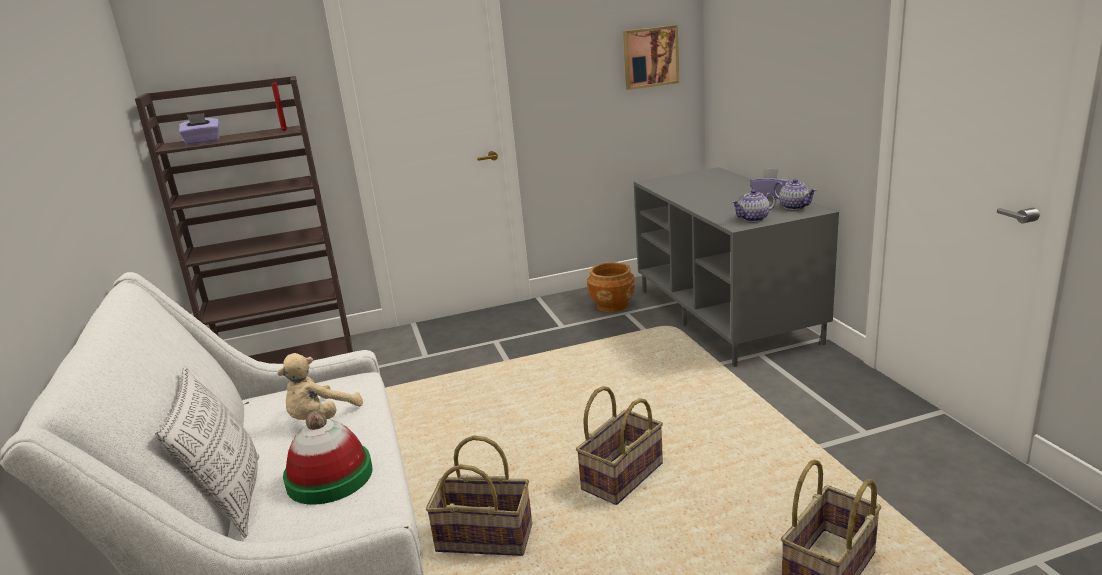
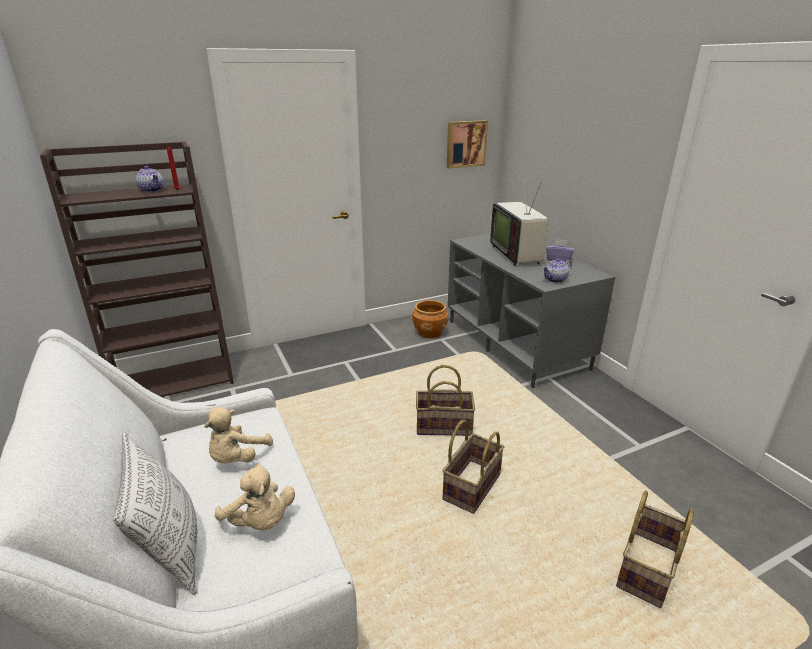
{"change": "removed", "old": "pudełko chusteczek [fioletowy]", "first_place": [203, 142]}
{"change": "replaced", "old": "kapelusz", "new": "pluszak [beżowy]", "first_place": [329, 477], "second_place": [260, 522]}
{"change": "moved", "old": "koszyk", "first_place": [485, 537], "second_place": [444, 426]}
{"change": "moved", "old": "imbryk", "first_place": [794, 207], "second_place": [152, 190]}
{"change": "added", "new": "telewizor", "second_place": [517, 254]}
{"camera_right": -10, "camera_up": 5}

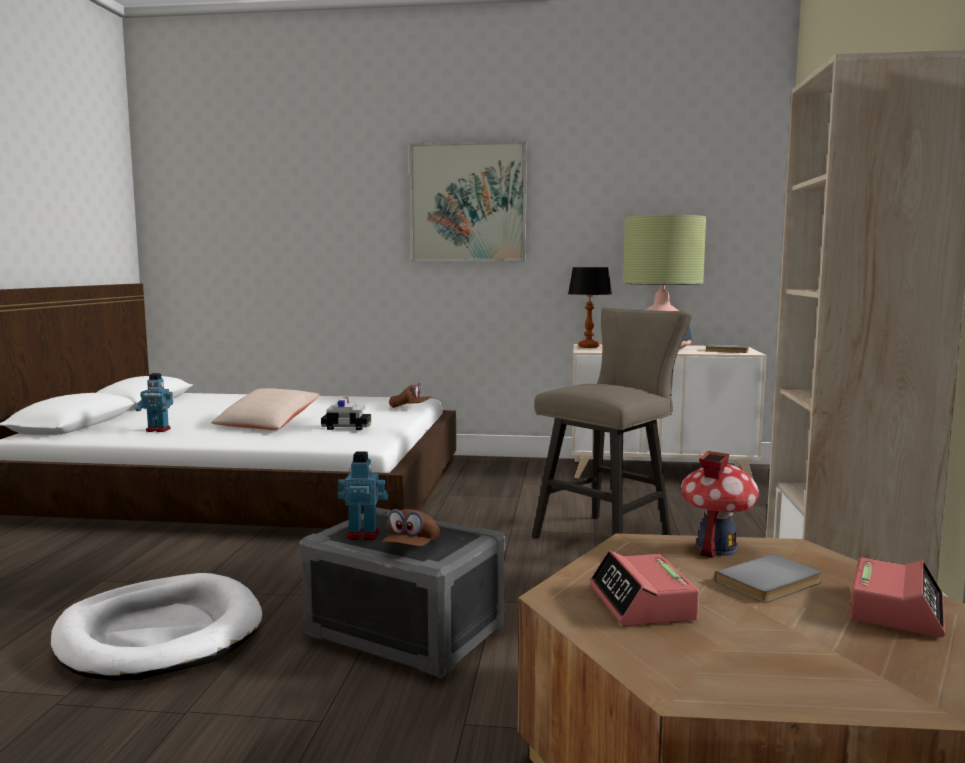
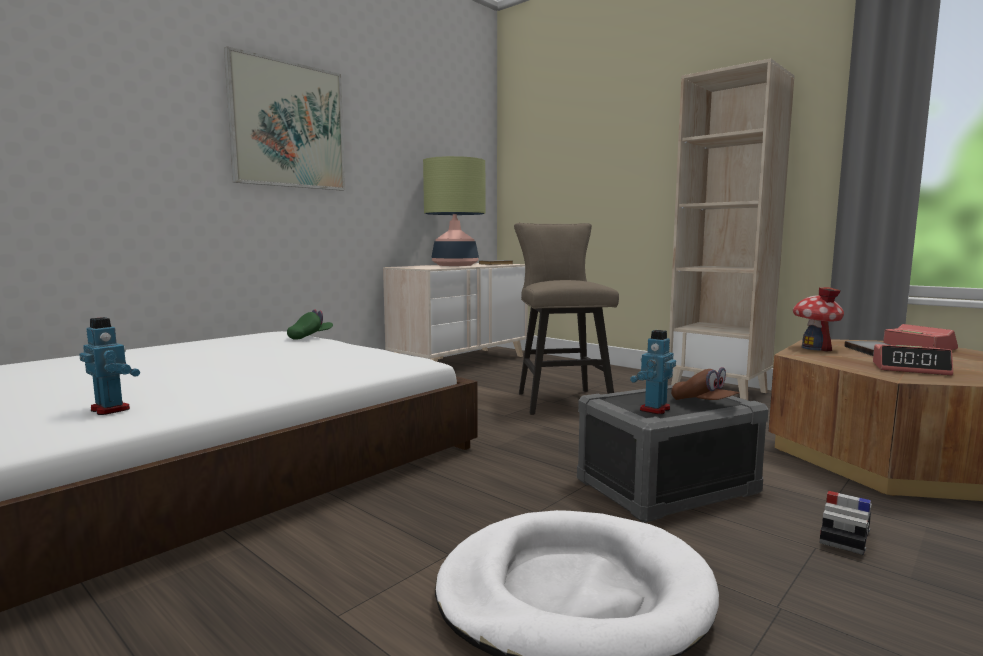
{"change": "turned", "old": "robot zabawkowy", "first_place": [157, 430], "second_place": [111, 409], "degrees": -90}
{"change": "removed", "old": "poduszka [beżowy]", "first_place": [267, 424]}
{"change": "moved", "old": "samochodzik", "first_place": [347, 427], "second_place": [845, 537]}
{"change": "recoloured", "old": "czapka z daszkiem [brązowy]", "new": "czapka z daszkiem [zielony]", "first_place": [410, 407], "second_place": [310, 337]}
{"change": "removed", "old": "lampa stołowa", "first_place": [588, 347]}
{"camera_right": -55, "camera_up": 0}

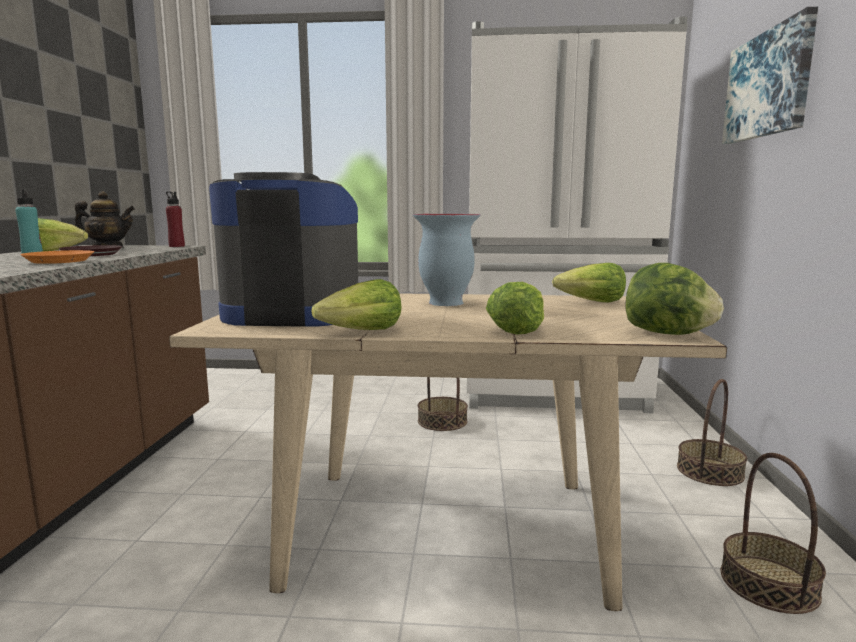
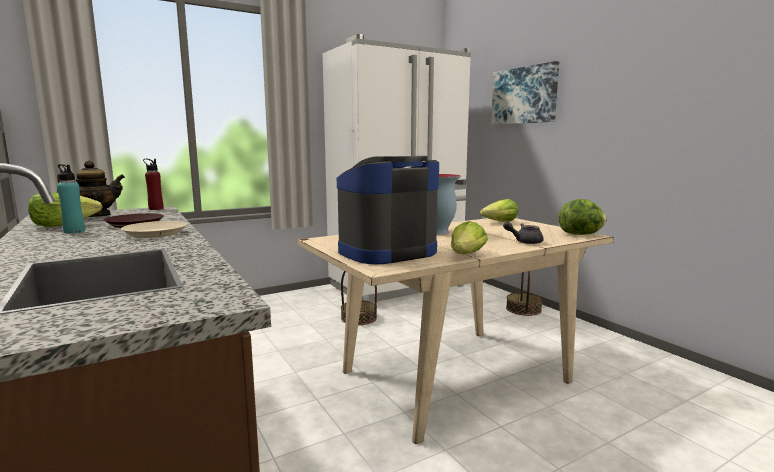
{"change": "recoloured", "old": "talerz [pomarańczowy]", "new": "talerz [beżowy]", "first_place": [58, 261], "second_place": [155, 234]}
{"change": "replaced", "old": "sałata", "new": "imbryk [szary]", "first_place": [517, 329], "second_place": [524, 242]}
{"change": "removed", "old": "koszyk", "first_place": [769, 584]}
{"camera_right": -35, "camera_up": 0}

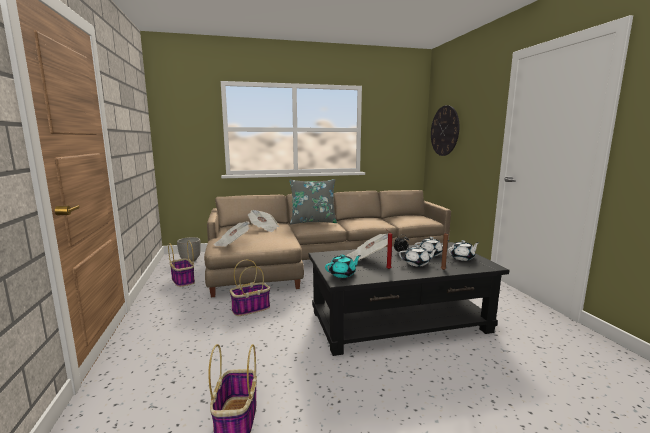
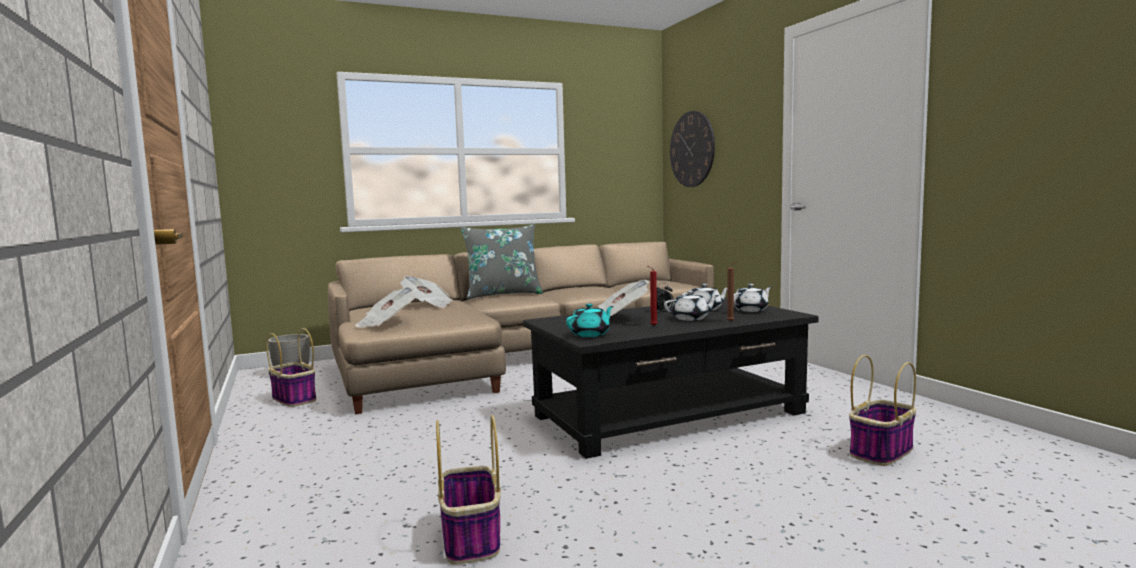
{"change": "moved", "old": "koszyk", "first_place": [251, 308], "second_place": [881, 451]}
{"camera_right": -10, "camera_up": -5}

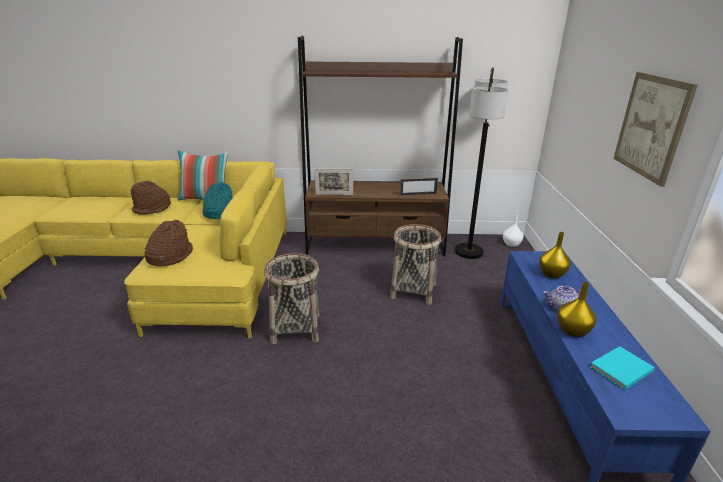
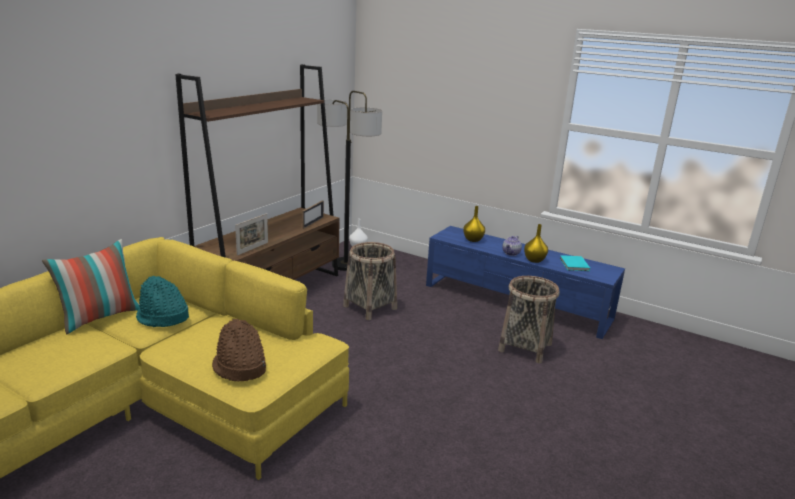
{"change": "removed", "old": "kapelusz [brązowy]", "first_place": [152, 209]}
{"change": "moved", "old": "koszyk", "first_place": [295, 328], "second_place": [525, 347]}
{"change": "removed", "old": "obraz", "first_place": [651, 126]}
{"camera_right": -60, "camera_up": -5}

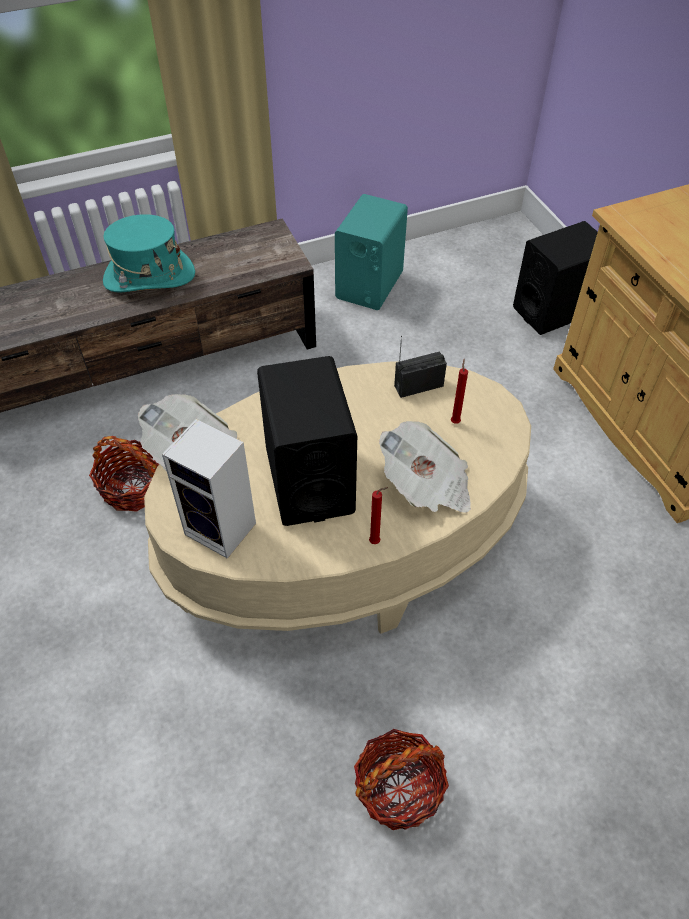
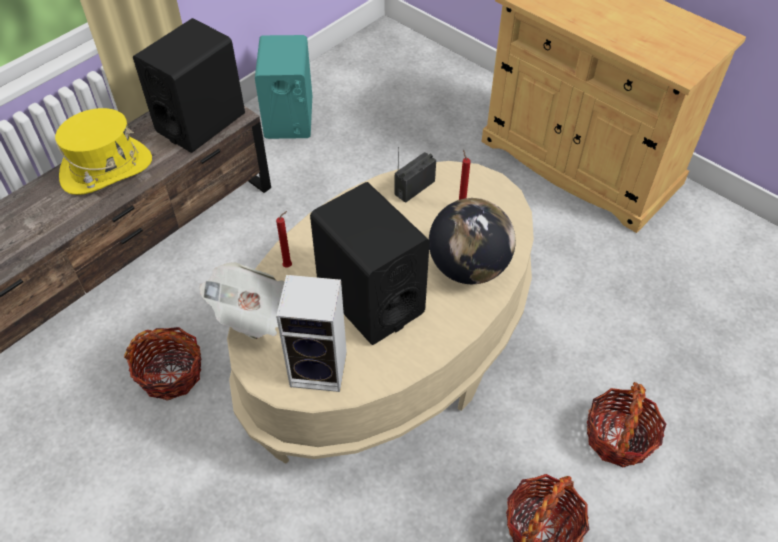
{"change": "recoloured", "old": "kapelusz [turkusowy]", "new": "kapelusz [żółty]", "first_place": [149, 277], "second_place": [106, 170]}
{"change": "moved", "old": "świeca [czerwony]", "first_place": [376, 542], "second_place": [289, 265]}
{"change": "replaced", "old": "gazeta", "new": "globus", "first_place": [426, 485], "second_place": [468, 267]}
{"change": "moved", "old": "głośnik [czarny]", "first_place": [553, 311], "second_place": [201, 122]}
{"change": "added", "new": "koszyk", "second_place": [618, 437]}
{"camera_right": -25, "camera_up": 0}

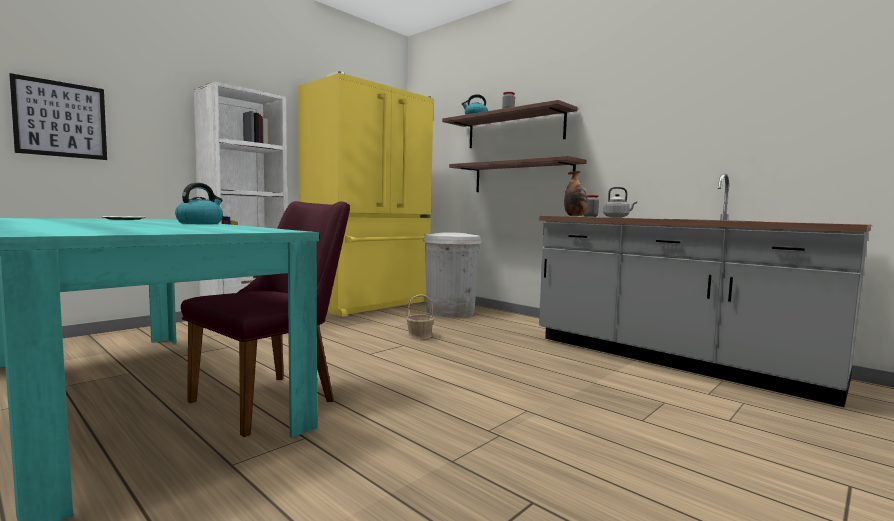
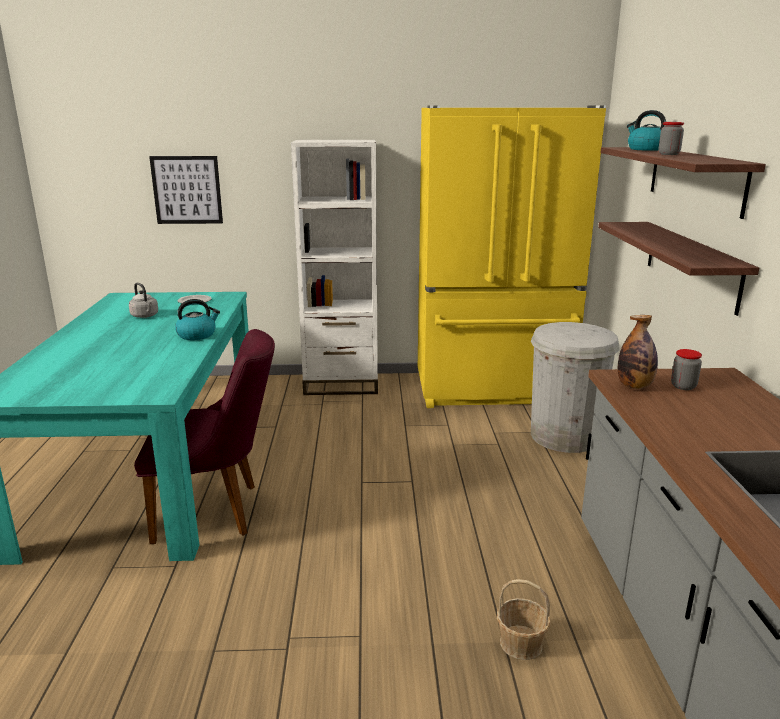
{"change": "moved", "old": "koszyk", "first_place": [420, 336], "second_place": [521, 644]}
{"change": "moved", "old": "czajnik [szary]", "first_place": [617, 217], "second_place": [145, 316]}
{"camera_right": 45, "camera_up": 15}

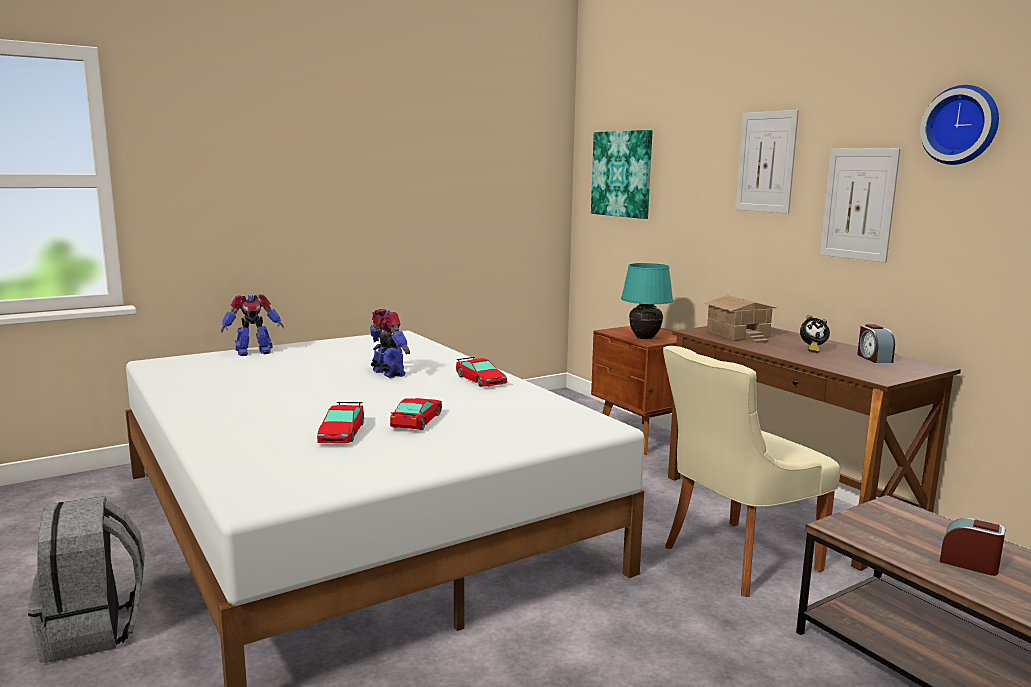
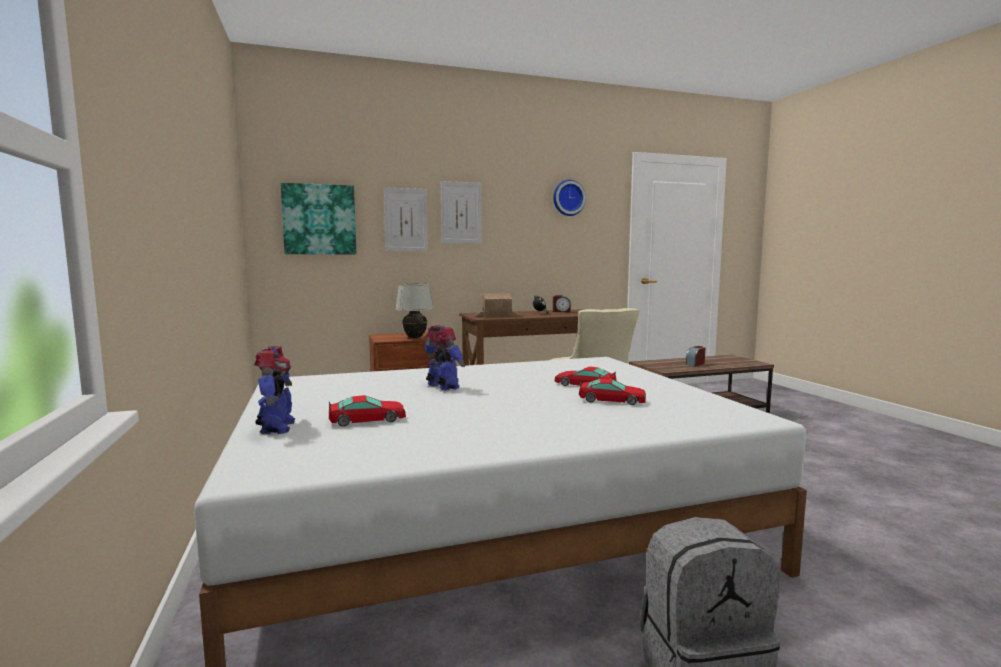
{"change": "turned", "old": "robot zabawkowy", "first_place": [388, 374], "second_place": [442, 387], "degrees": 75}
{"change": "moved", "old": "samochodzik", "first_place": [480, 380], "second_place": [367, 420]}
{"change": "recoloured", "old": "lampa stołowa [turkusowy]", "new": "lampa stołowa [biały]", "first_place": [645, 338], "second_place": [415, 337]}
{"change": "moved", "old": "obraz", "first_place": [858, 204], "second_place": [406, 220]}
{"camera_right": -75, "camera_up": -5}

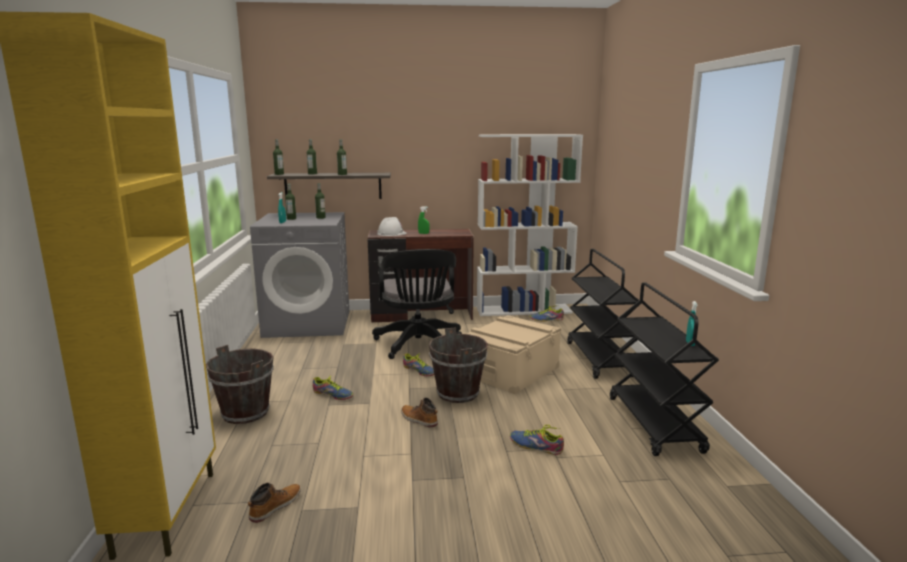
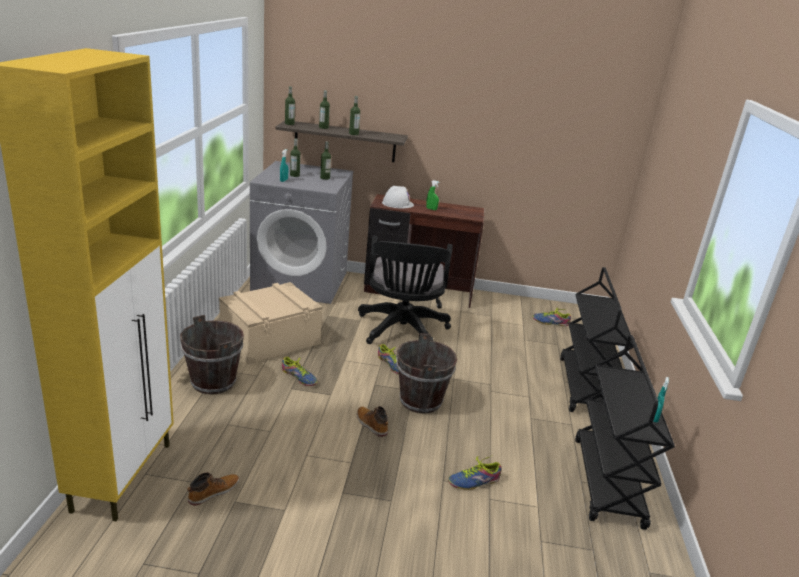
{"change": "moved", "old": "pojemnik do przechowywania [beżowy]", "first_place": [510, 371], "second_place": [270, 339]}
{"change": "removed", "old": "regał [biały]", "first_place": [524, 310]}
{"change": "turned", "old": "but", "first_place": [536, 446], "second_place": [474, 481], "degrees": -60}
{"camera_right": 10, "camera_up": 10}

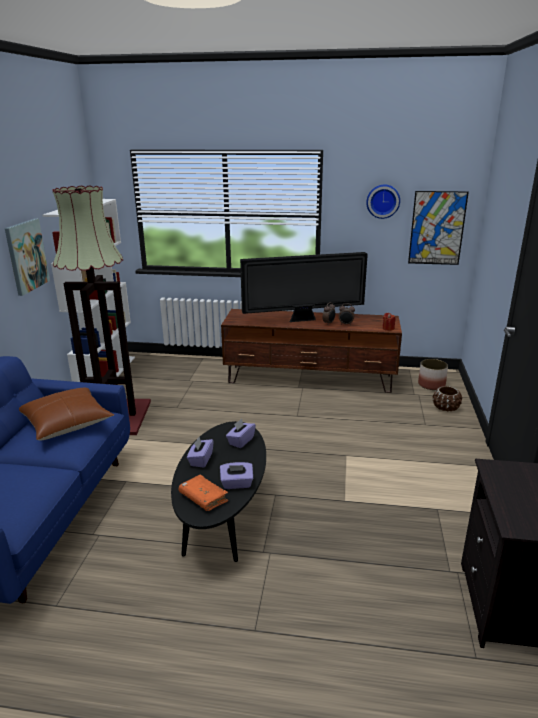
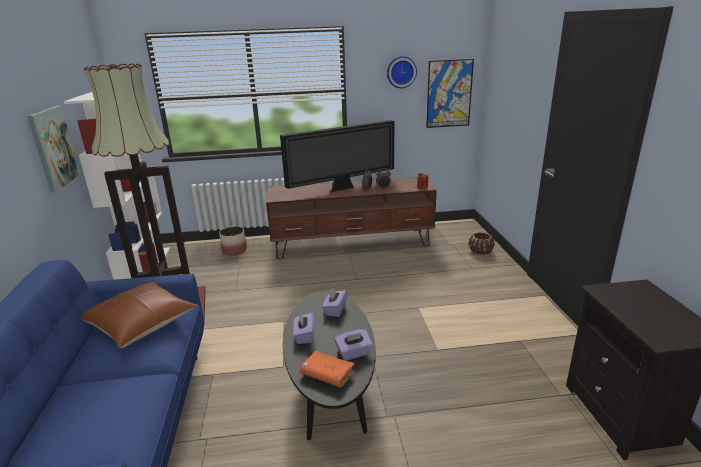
{"change": "moved", "old": "donica", "first_place": [431, 385], "second_place": [234, 250]}
{"camera_right": -15, "camera_up": 0}

